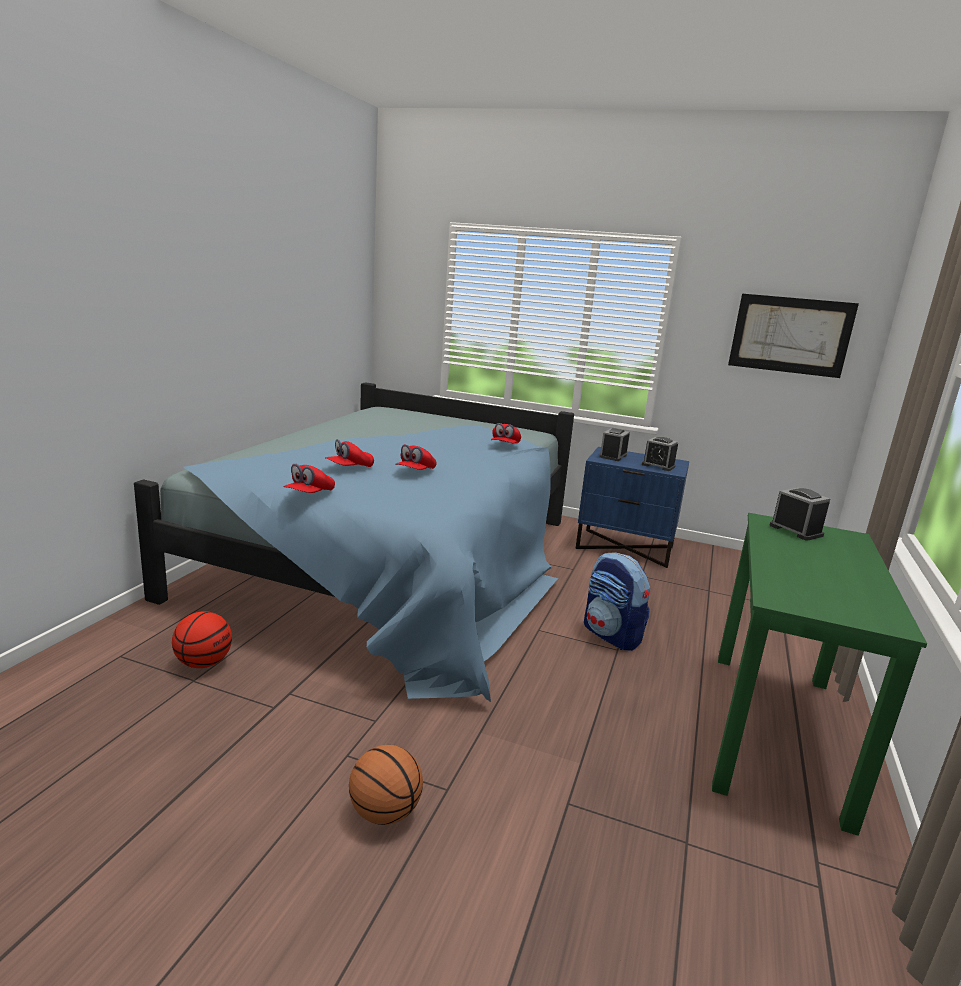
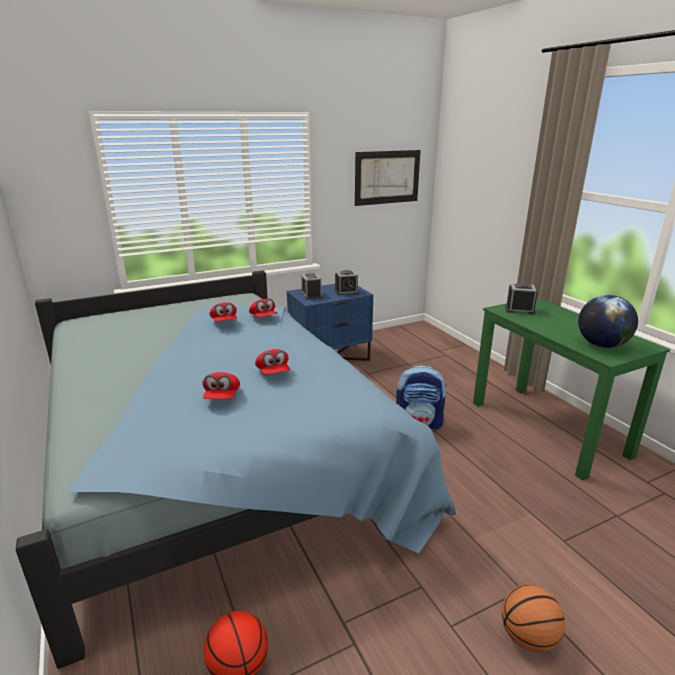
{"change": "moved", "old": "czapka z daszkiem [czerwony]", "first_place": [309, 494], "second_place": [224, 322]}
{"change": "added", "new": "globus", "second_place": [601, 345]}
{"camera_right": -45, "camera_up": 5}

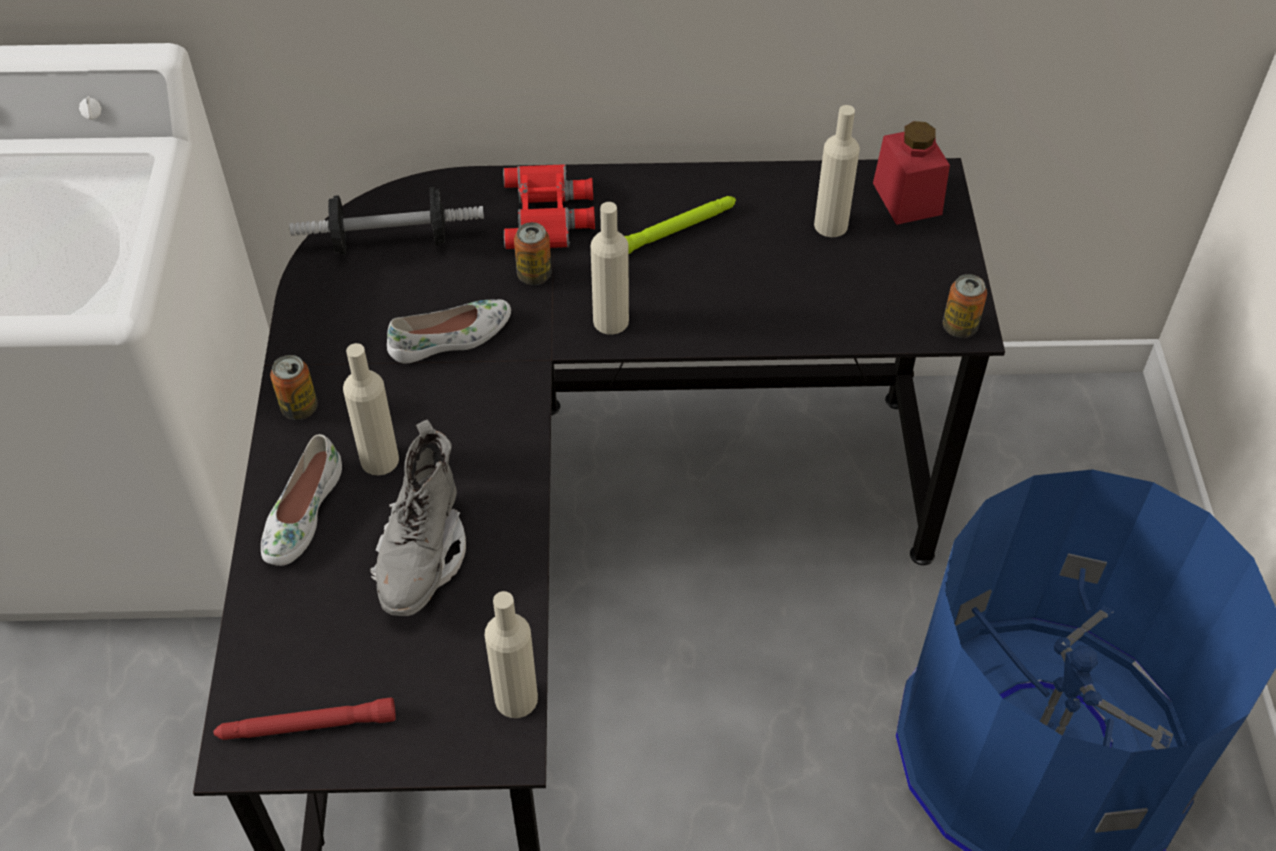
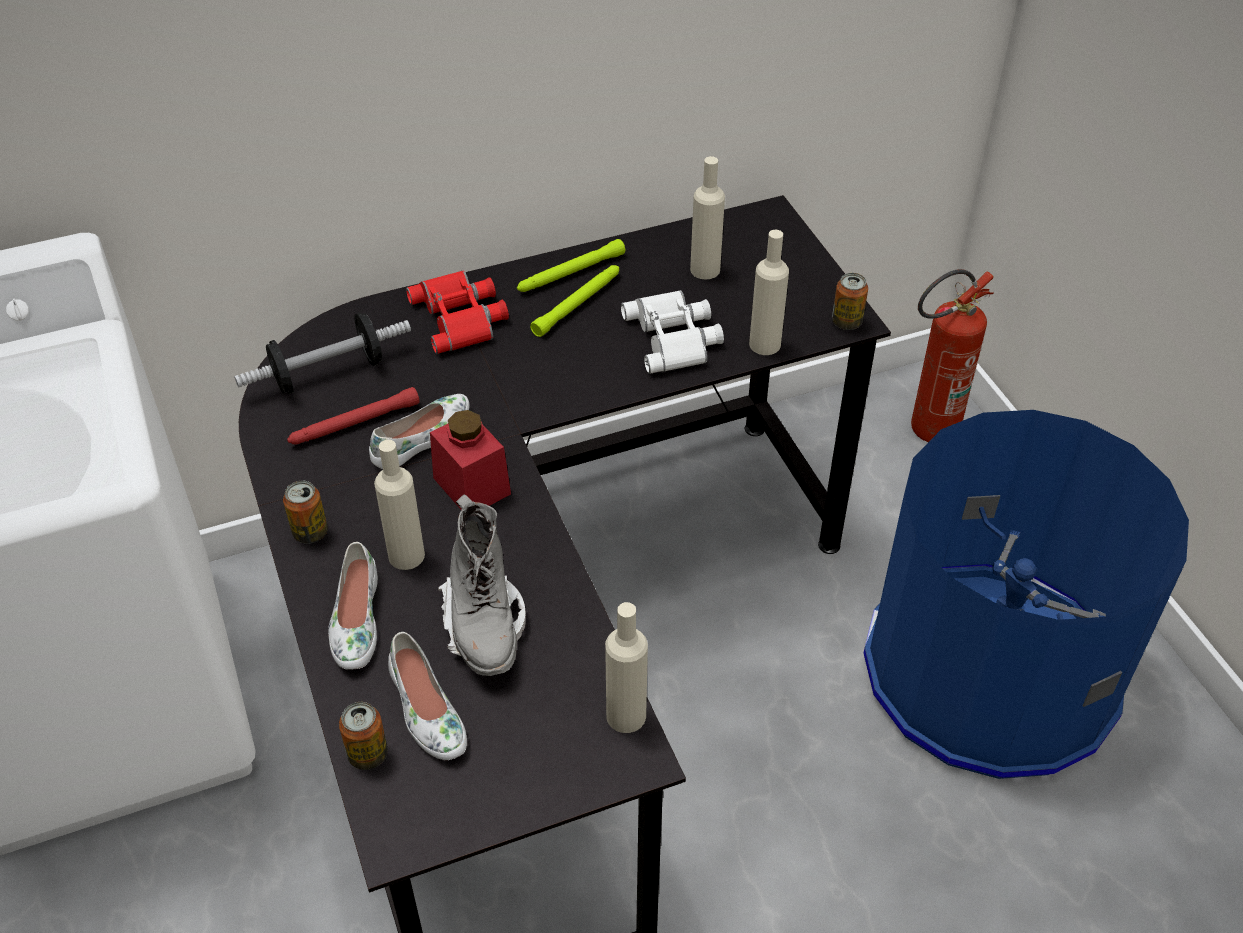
{"change": "moved", "old": "latarka [czerwony]", "first_place": [306, 726], "second_place": [354, 424]}
{"change": "moved", "old": "puszka", "first_place": [534, 275], "second_place": [368, 755]}
{"change": "moved", "old": "butelka [beżowy]", "first_place": [611, 321], "second_place": [765, 344]}
{"change": "moved", "old": "słoik [czerwony]", "first_place": [907, 198], "second_place": [472, 486]}
{"change": "added", "new": "but [biały]", "second_place": [426, 710]}
{"change": "added", "new": "latarka [zielony]", "second_place": [570, 273]}
{"change": "added", "new": "lornetka [biały]", "second_place": [675, 337]}
{"change": "added", "new": "gaśnica", "second_place": [925, 433]}
{"camera_right": -20, "camera_up": -5}

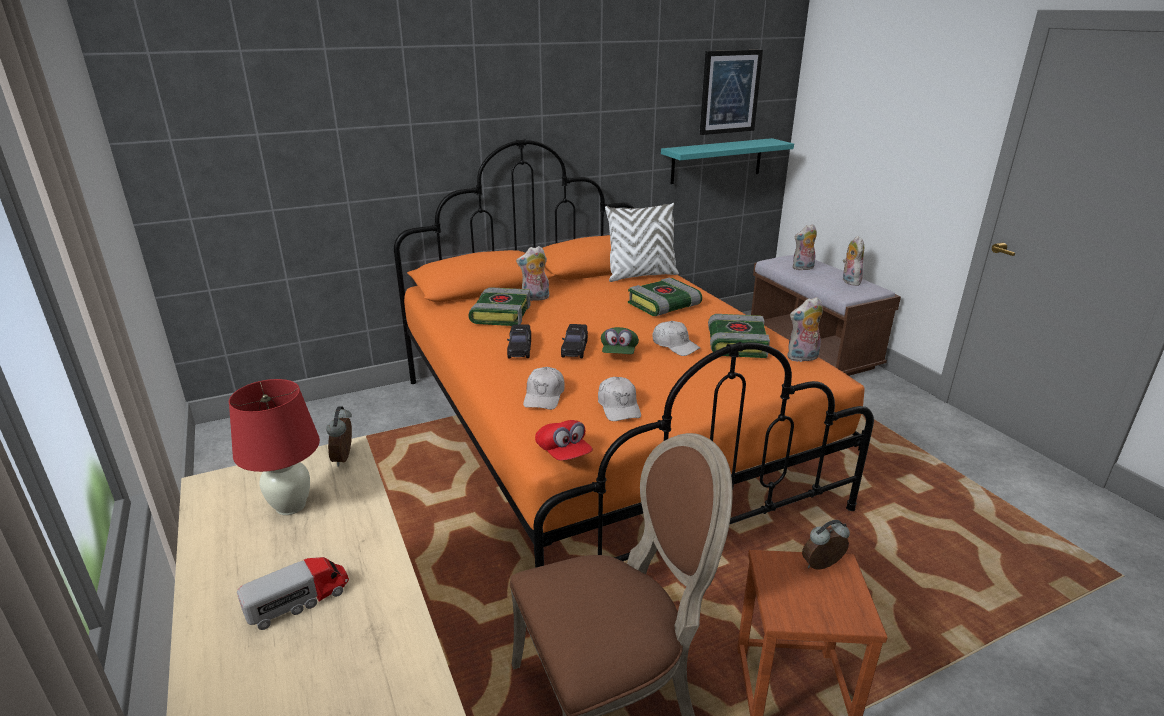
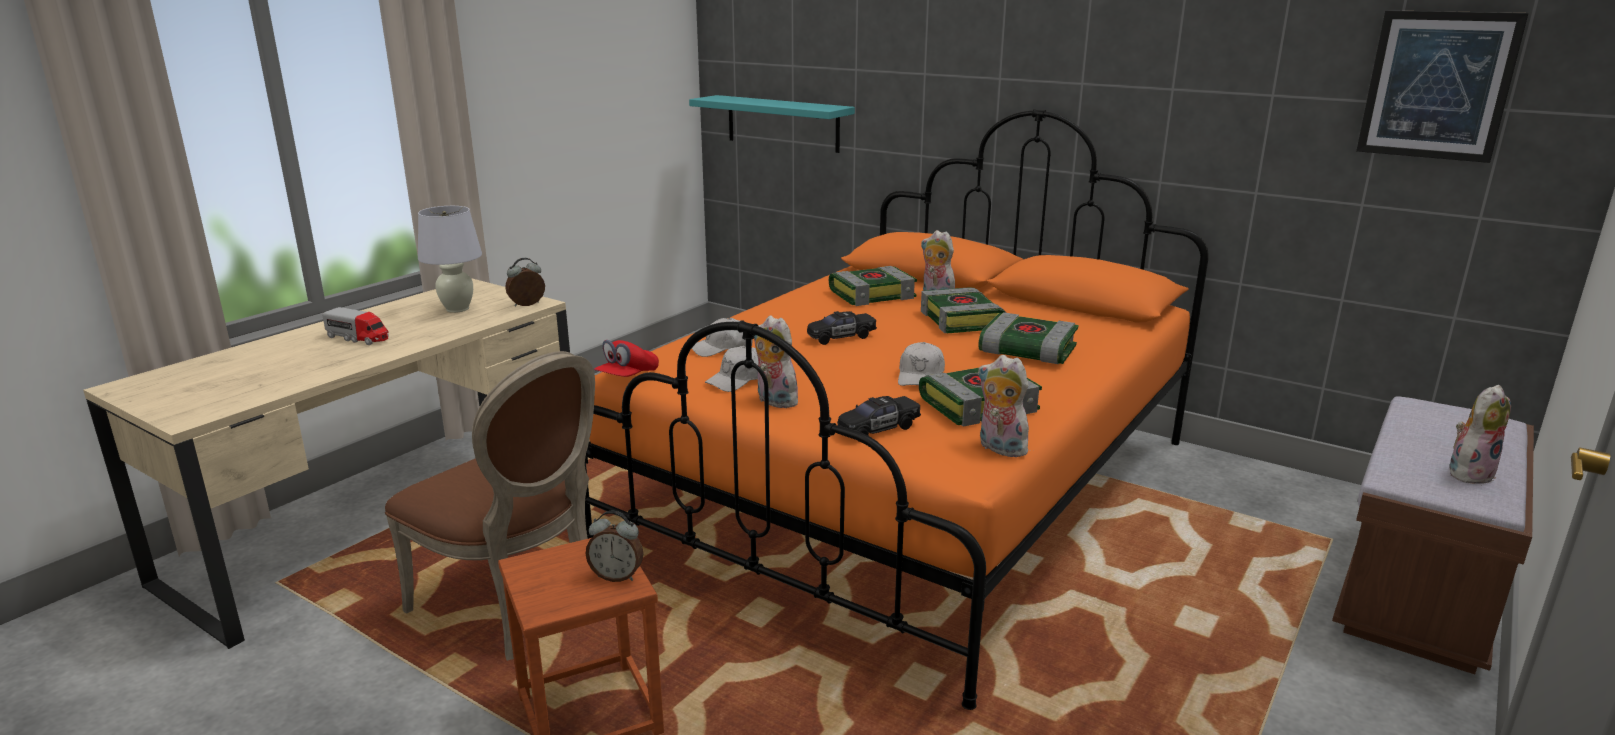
{"change": "recoloured", "old": "lampa stołowa [czerwony]", "new": "lampa stołowa [biały]", "first_place": [291, 506], "second_place": [457, 309]}
{"change": "moved", "old": "samochodzik [czarny]", "first_place": [519, 349], "second_place": [878, 429]}
{"change": "removed", "old": "czapka z daszkiem [zielony]", "first_place": [619, 354]}
{"change": "removed", "old": "poduszka [biały]", "first_place": [641, 275]}
{"change": "moved", "old": "półka [turkusowy]", "first_place": [716, 161], "second_place": [782, 123]}
{"change": "moved", "old": "pluszak", "first_place": [803, 268], "second_place": [773, 401]}
{"change": "turned", "old": "budzik", "first_place": [822, 567], "second_place": [617, 576], "degrees": 150}
{"change": "added", "new": "książka", "second_place": [963, 321]}
{"camera_right": 60, "camera_up": -5}

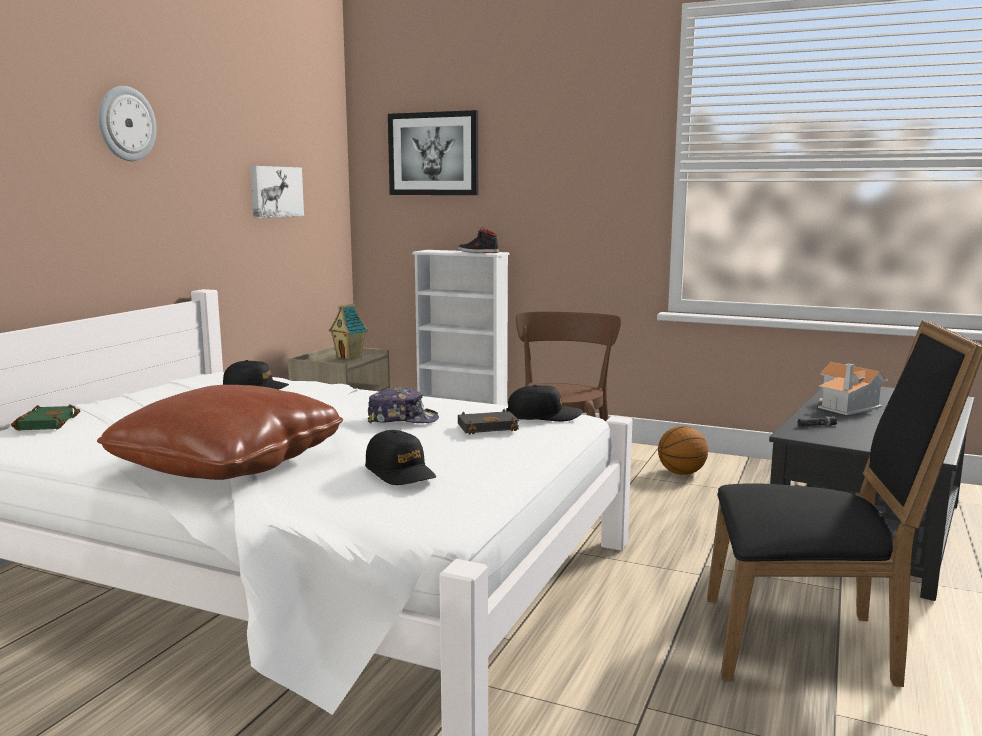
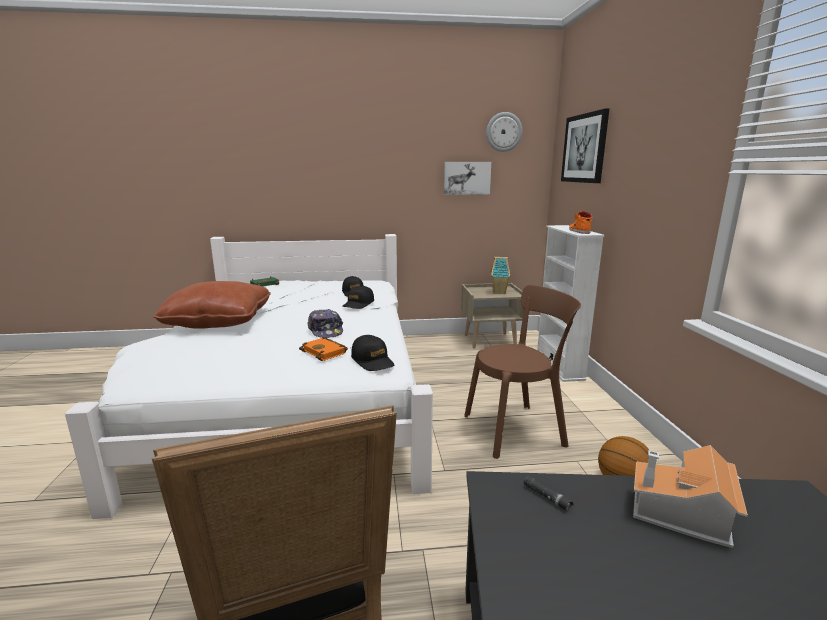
{"change": "moved", "old": "zegar ścienny", "first_place": [126, 124], "second_place": [503, 132]}
{"change": "moved", "old": "czapka z daszkiem [czarny]", "first_place": [400, 472], "second_place": [358, 304]}
{"change": "recoloured", "old": "but [czarny]", "new": "but [pomarańczowy]", "first_place": [477, 252], "second_place": [579, 231]}
{"change": "recoloured", "old": "książka [czarny]", "new": "książka [pomarańczowy]", "first_place": [488, 427], "second_place": [325, 352]}
{"camera_right": 60, "camera_up": 5}

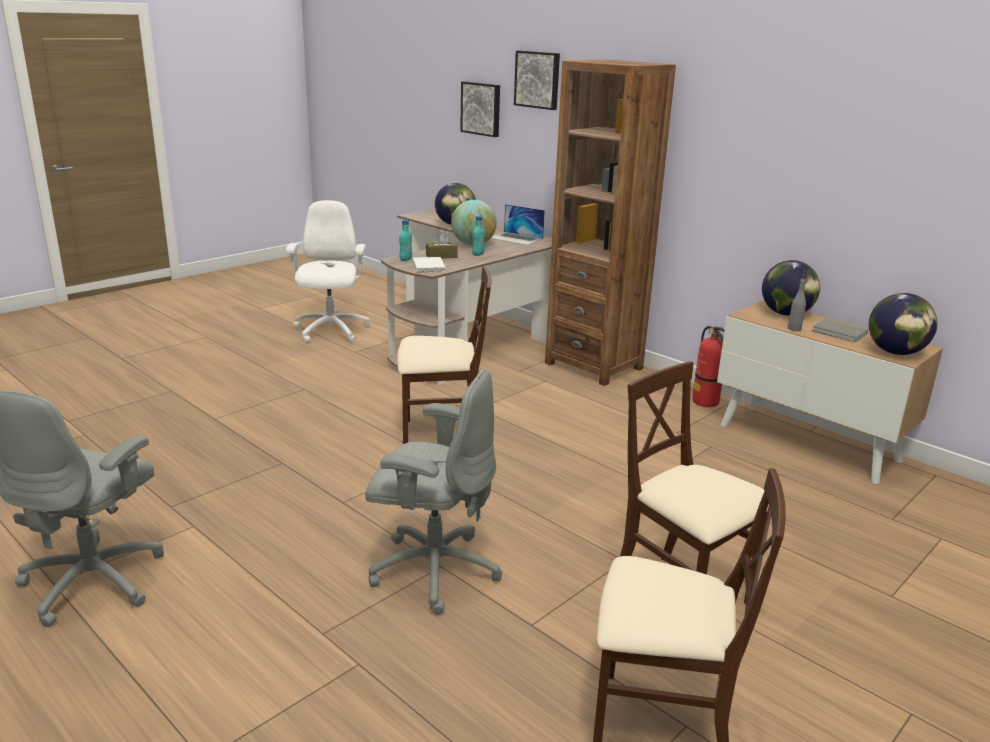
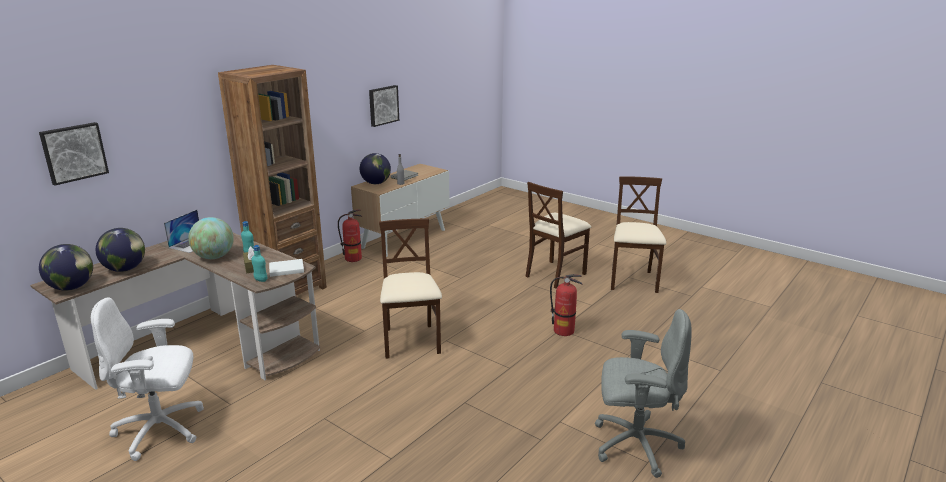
{"change": "replaced", "old": "krzesło biurowe [szary]", "new": "gaśnica", "first_place": [433, 569], "second_place": [564, 331]}
{"change": "moved", "old": "obraz", "first_place": [538, 79], "second_place": [383, 105]}
{"change": "moved", "old": "globus", "first_place": [896, 352], "second_place": [72, 287]}
{"camera_right": -95, "camera_up": 0}

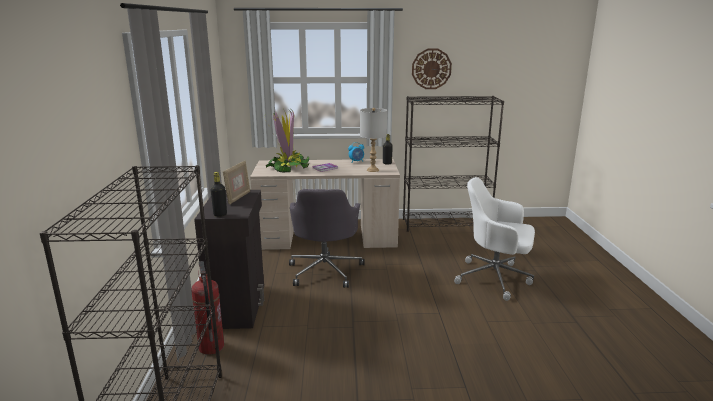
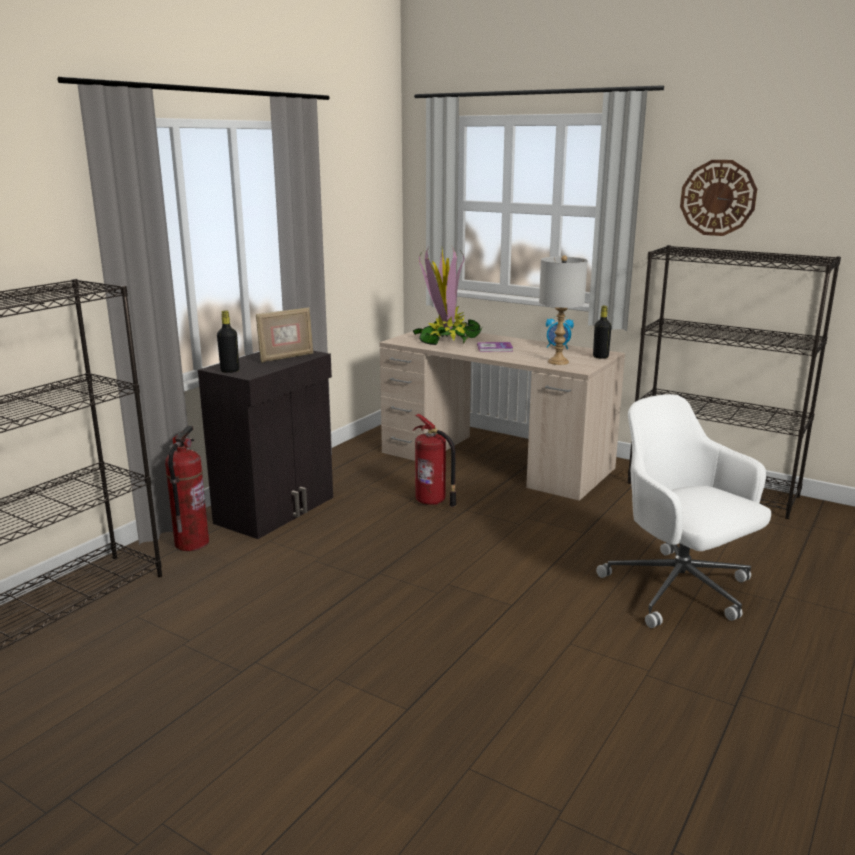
{"change": "replaced", "old": "krzesło biurowe [szary]", "new": "gaśnica", "first_place": [325, 270], "second_place": [432, 501]}
{"camera_right": 35, "camera_up": 0}

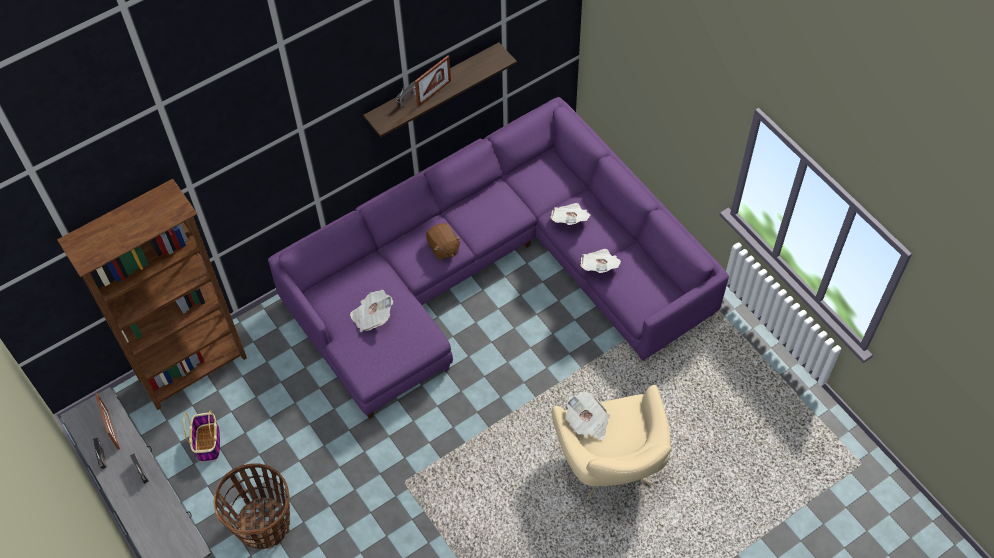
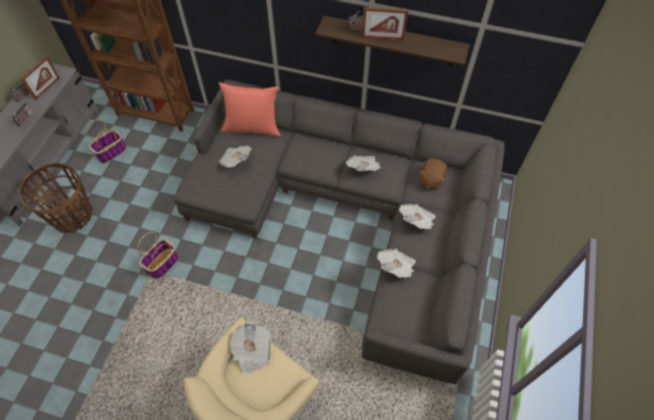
{"change": "recoloured", "old": "kanapa [fioletowy]", "new": "kanapa [szary]", "first_place": [495, 272], "second_place": [353, 214]}
{"change": "moved", "old": "pluszak [brązowy]", "first_place": [443, 248], "second_place": [431, 180]}
{"change": "added", "new": "koszyk", "second_place": [162, 264]}
{"change": "added", "new": "poduszka [czerwony]", "second_place": [252, 127]}
{"change": "added", "new": "gazeta", "second_place": [363, 168]}
{"camera_right": 50, "camera_up": 0}

